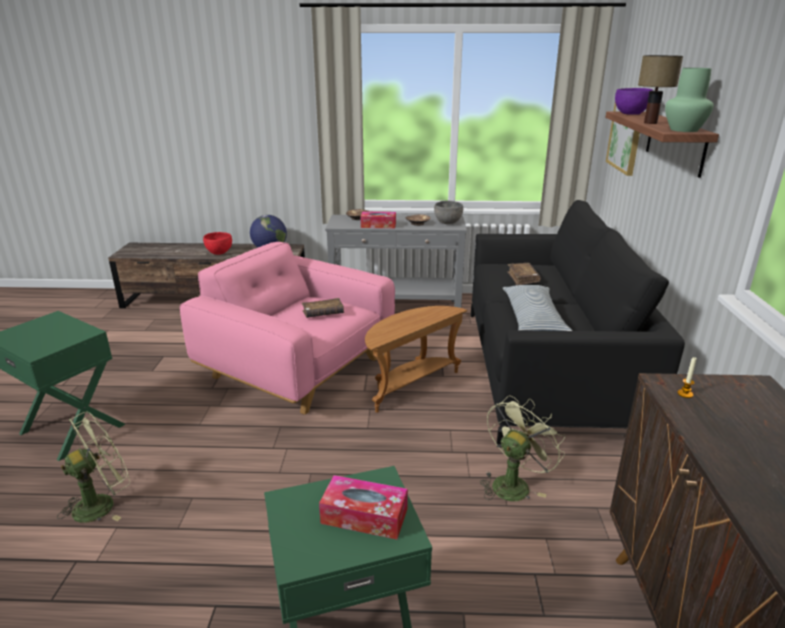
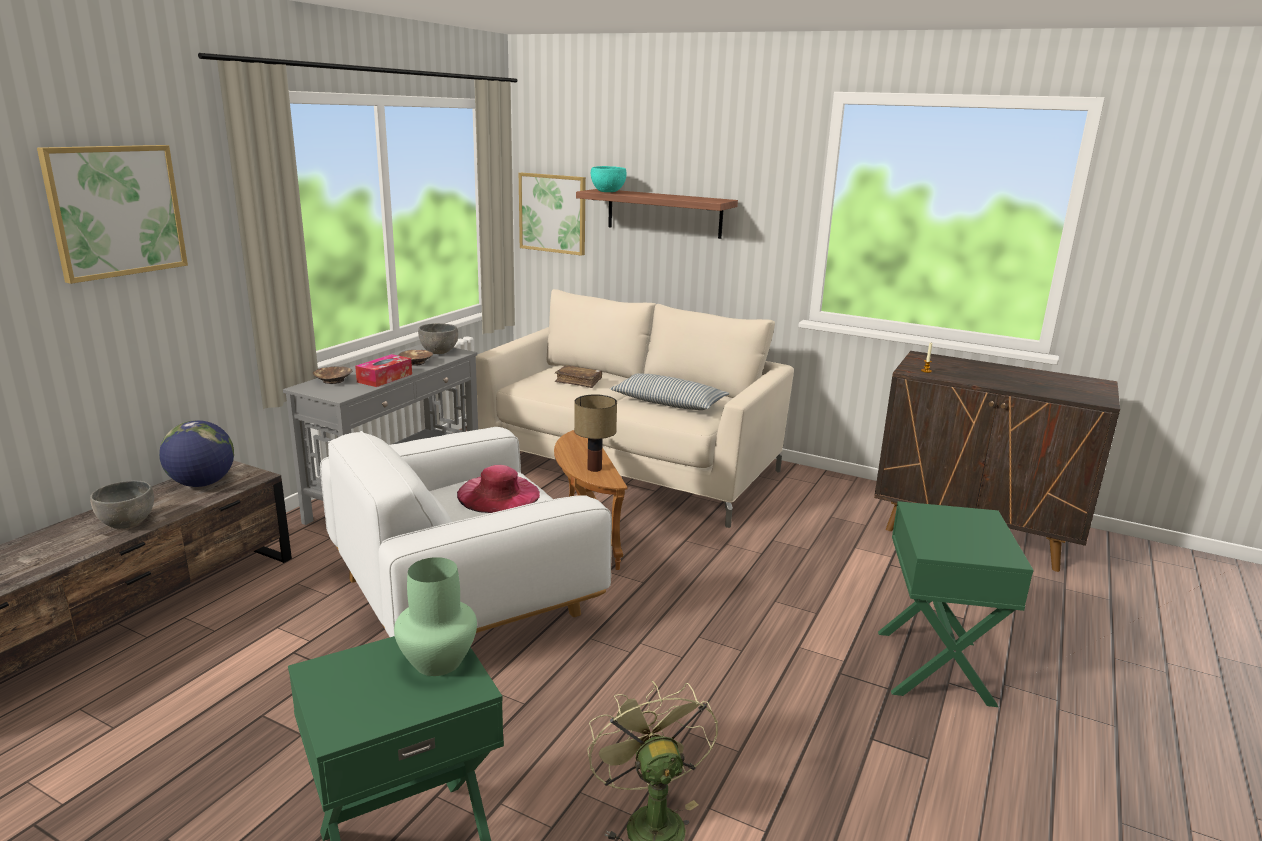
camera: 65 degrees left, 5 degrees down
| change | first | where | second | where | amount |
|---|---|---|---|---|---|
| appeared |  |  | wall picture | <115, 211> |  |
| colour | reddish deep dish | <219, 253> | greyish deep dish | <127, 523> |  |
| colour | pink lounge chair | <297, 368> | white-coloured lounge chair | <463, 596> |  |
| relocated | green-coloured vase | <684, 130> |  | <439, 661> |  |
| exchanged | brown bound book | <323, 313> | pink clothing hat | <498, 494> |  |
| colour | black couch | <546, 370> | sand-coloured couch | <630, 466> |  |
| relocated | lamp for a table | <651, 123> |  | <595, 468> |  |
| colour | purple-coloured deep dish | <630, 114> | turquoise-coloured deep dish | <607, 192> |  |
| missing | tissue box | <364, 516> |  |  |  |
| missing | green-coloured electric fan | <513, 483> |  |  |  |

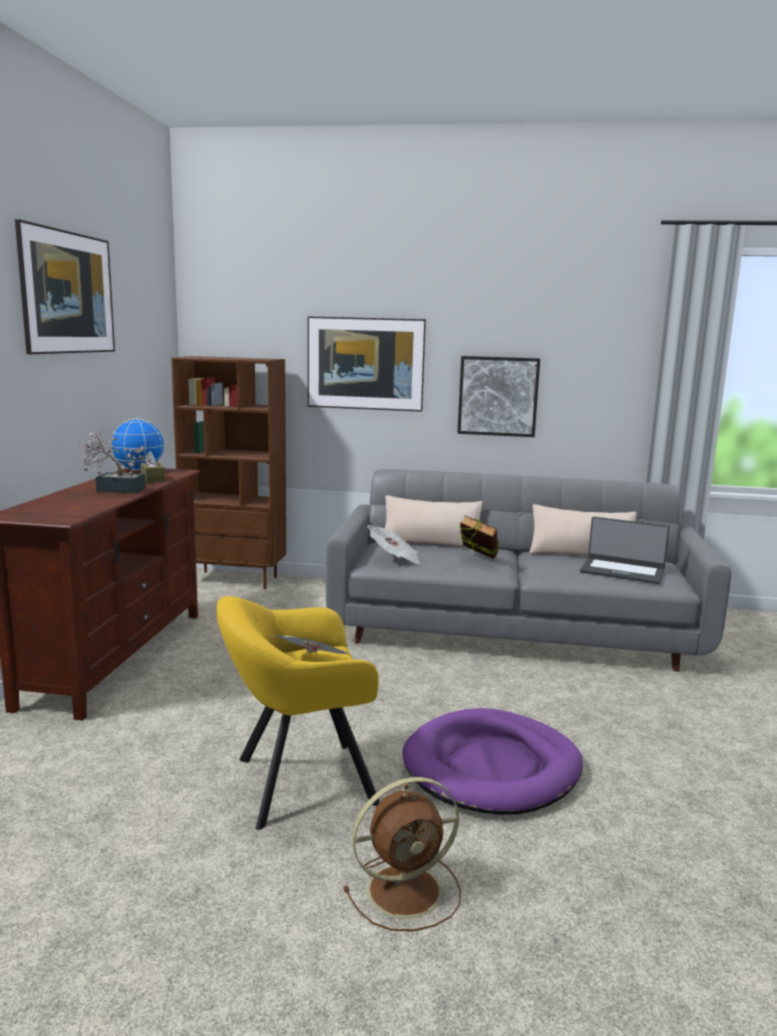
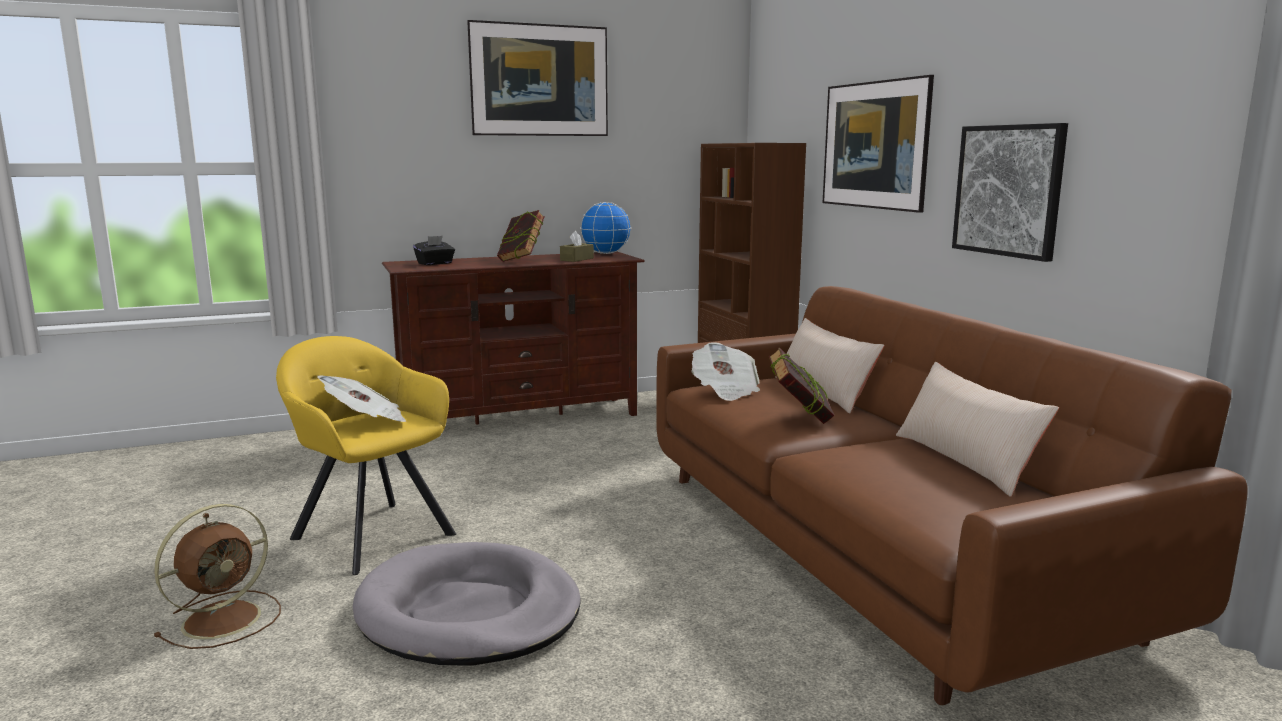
camera: 60 degrees right, 0 degrees up
| change | first | where | second | where | amount |
|---|---|---|---|---|---|
| spun | brown electric fan | <407, 890> |  | <225, 618> | 90 degrees counterclockwise |
| colour | purple-coloured pet bed | <492, 767> | greyish pet bed | <468, 612> |  |
| appeared |  |  | black tissue box | <435, 263> |  |
| exchanged | houseplant | <116, 489> | bound book | <521, 260> |  |
| colour | greyish couch | <513, 628> | brown couch | <872, 547> |  |
| missing | laptop | <622, 571> |  |  |  |

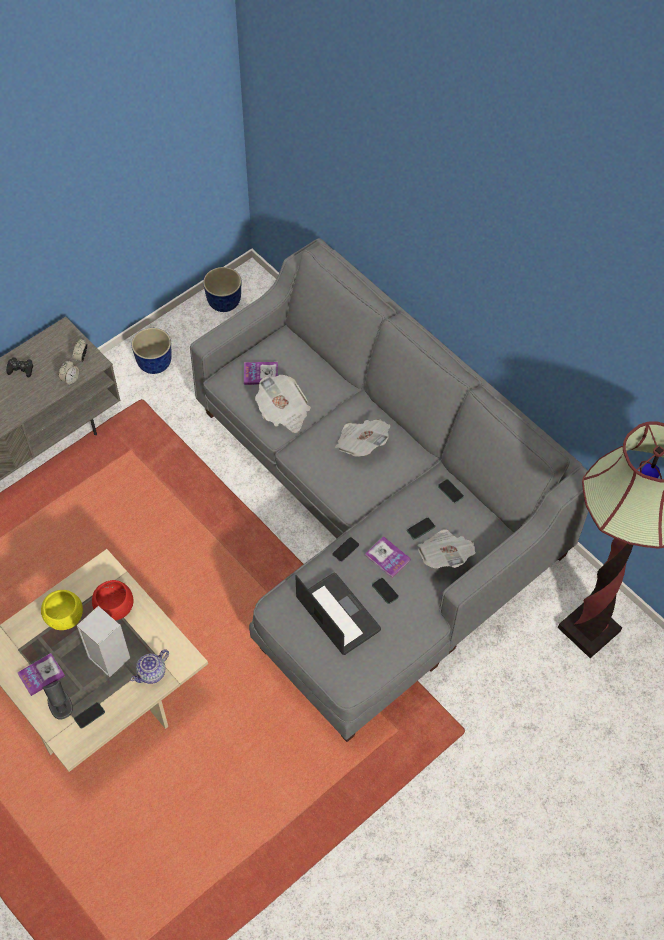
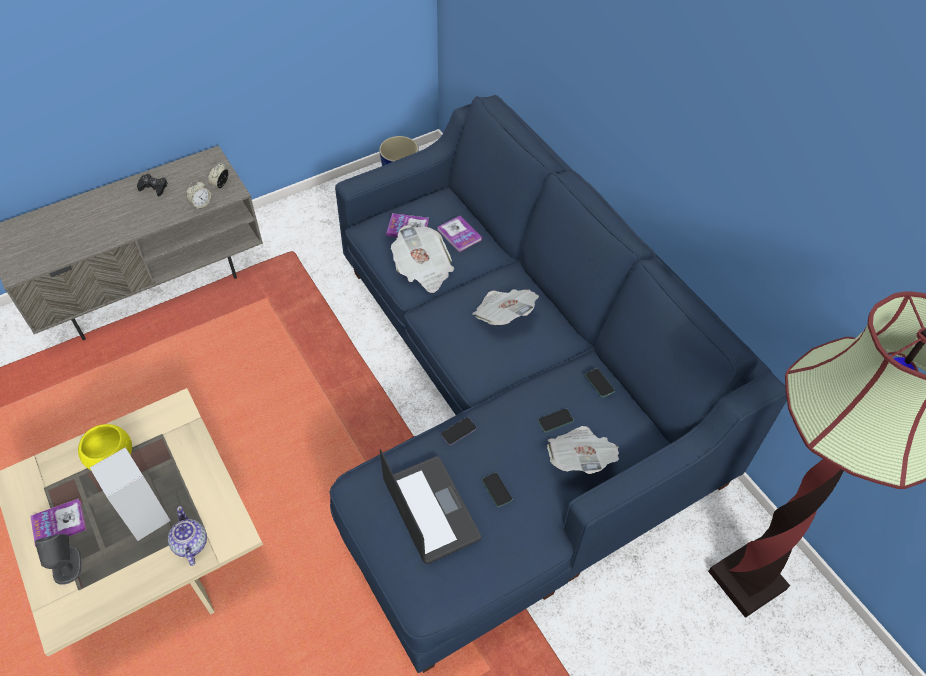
camera: 10 degrees right, 5 degrees down
| change | first | where | second | where | amount |
|---|---|---|---|---|---|
| spun | teapot | <152, 673> |  | <190, 544> | 105 degrees clockwise |
| colour | greyish couch | <371, 518> | blue couch | <507, 408> |  |
| relocated | bound book | <387, 557> |  | <459, 234> |  |
| missing | handset | <89, 715> |  |  |  |
| missing | reddish deep dish | <114, 607> |  |  |  |
| missing | plant pot | <154, 363> |  |  |  |

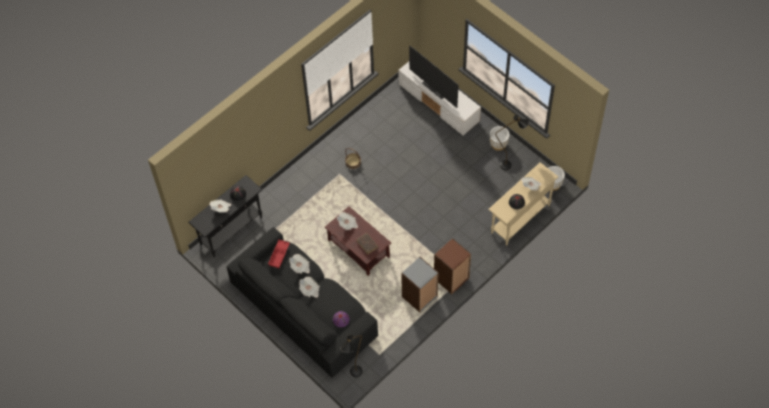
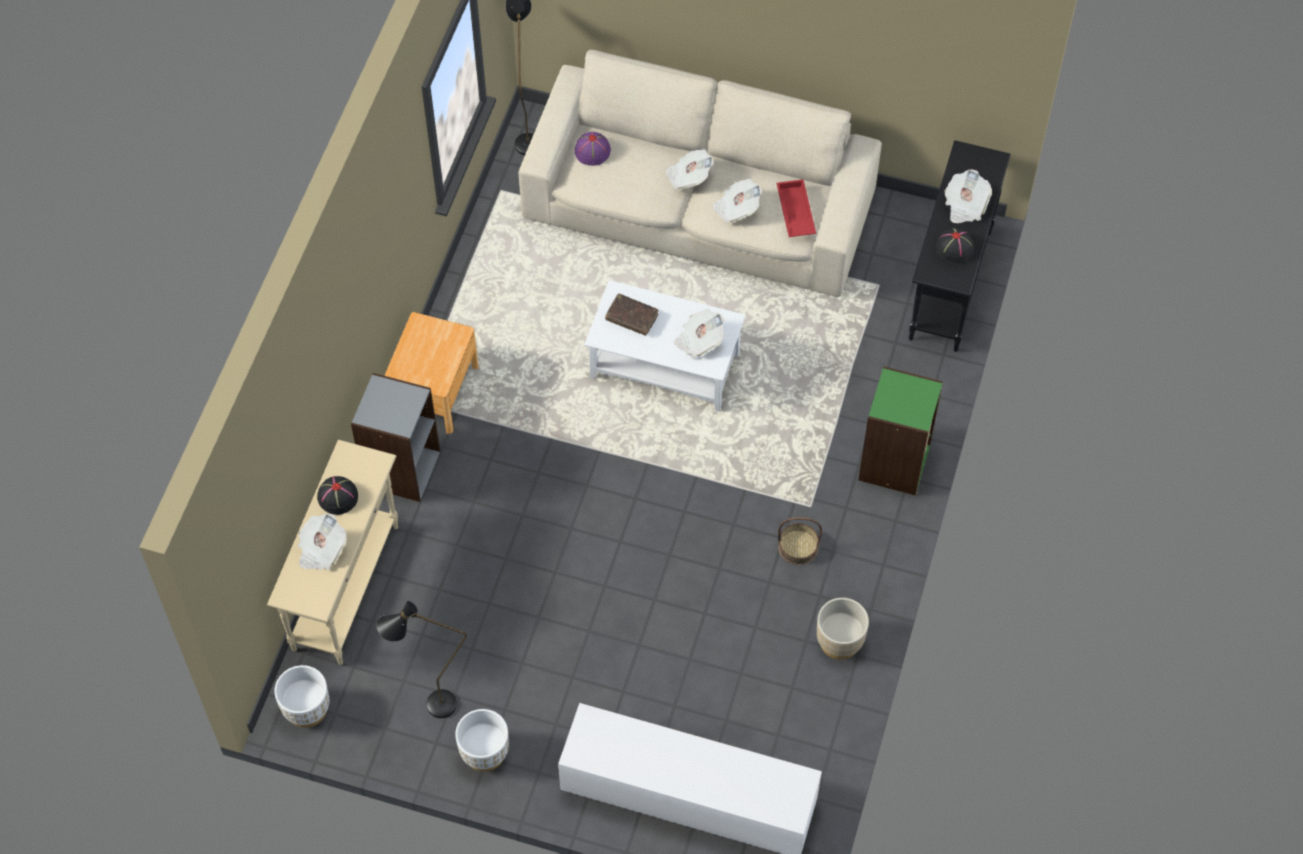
camera: 150 degrees right, 0 degrees up
| change | first | where | second | where | amount |
|---|---|---|---|---|---|
| relocated | greyish bookshelf | <420, 297> |  | <401, 468> |  |
| exchanged | brown bookshelf | <451, 278> | brown bedside table | <434, 391> |  |
| colour | black couch | <304, 308> | sand-coloured couch | <698, 208> |  |
| colour | brown low table | <358, 248> | white-coloured low table | <666, 366> |  |
| appeared |  |  | sand-coloured plant pot | <840, 641> |  |
| appeared |  |  | green-coloured bookshelf | <895, 463> |  |
| missing | TV set | <433, 89> |  |  |  |

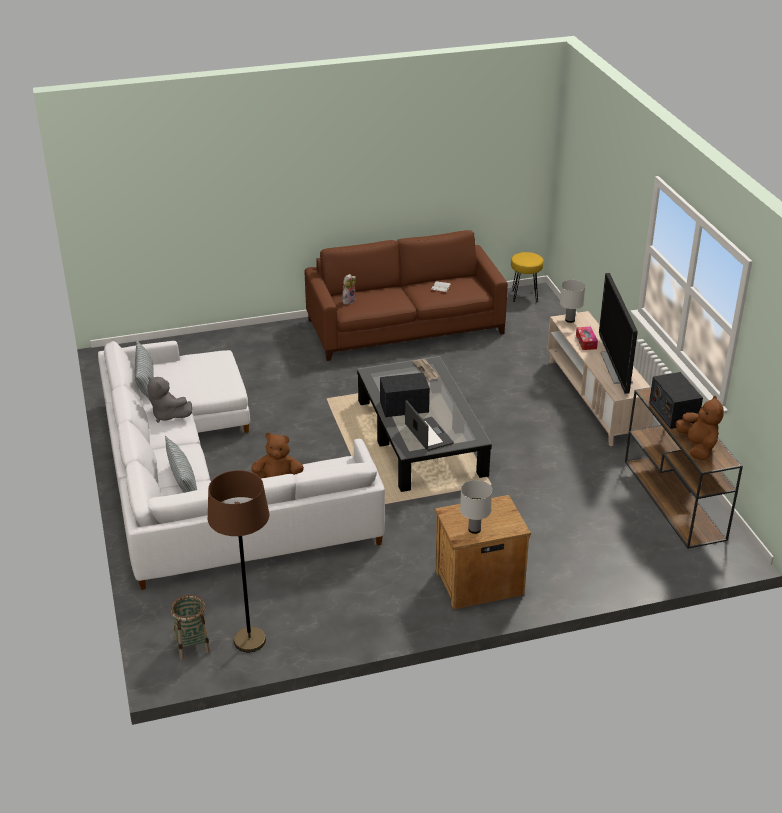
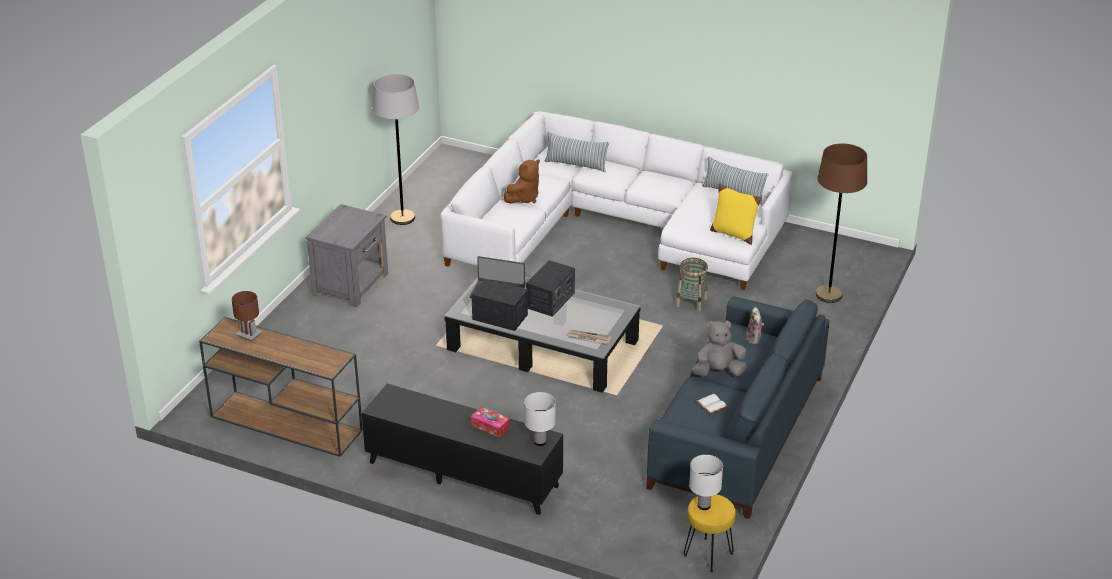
camera: 130 degrees right, 0 degrees up
| change | first | where | second | where | amount |
|---|---|---|---|---|---|
| exchanged | brown soft toy | <697, 447> | brown lamp for a table | <249, 335> |  |
| colour | brown bedside table | <477, 582> | greyish bedside table | <351, 284> |  |
| colour | sand-coloured media console | <595, 399> | black media console | <463, 474> |  |
| appeared |  |  | greyish standard lamp | <402, 218> |  |
| relocated | radio receiver | <673, 412> |  | <500, 317> |  |
| colour | brown couch | <406, 327> | blue couch | <736, 431> |  |
| relocated | household basket | <192, 645> |  | <691, 302> |  |
| relocated | white-coloured lamp for a table | <474, 529> |  | <703, 505> |  |
| relocated | greyish soft toy | <168, 415> |  | <718, 372> |  |
| appeared |  |  | yellowish cushion | <733, 234> |  |
| relocated | brown standard lamp | <249, 640> |  | <829, 295> |  |
| missing | TV set | <616, 367> |  |  |  |

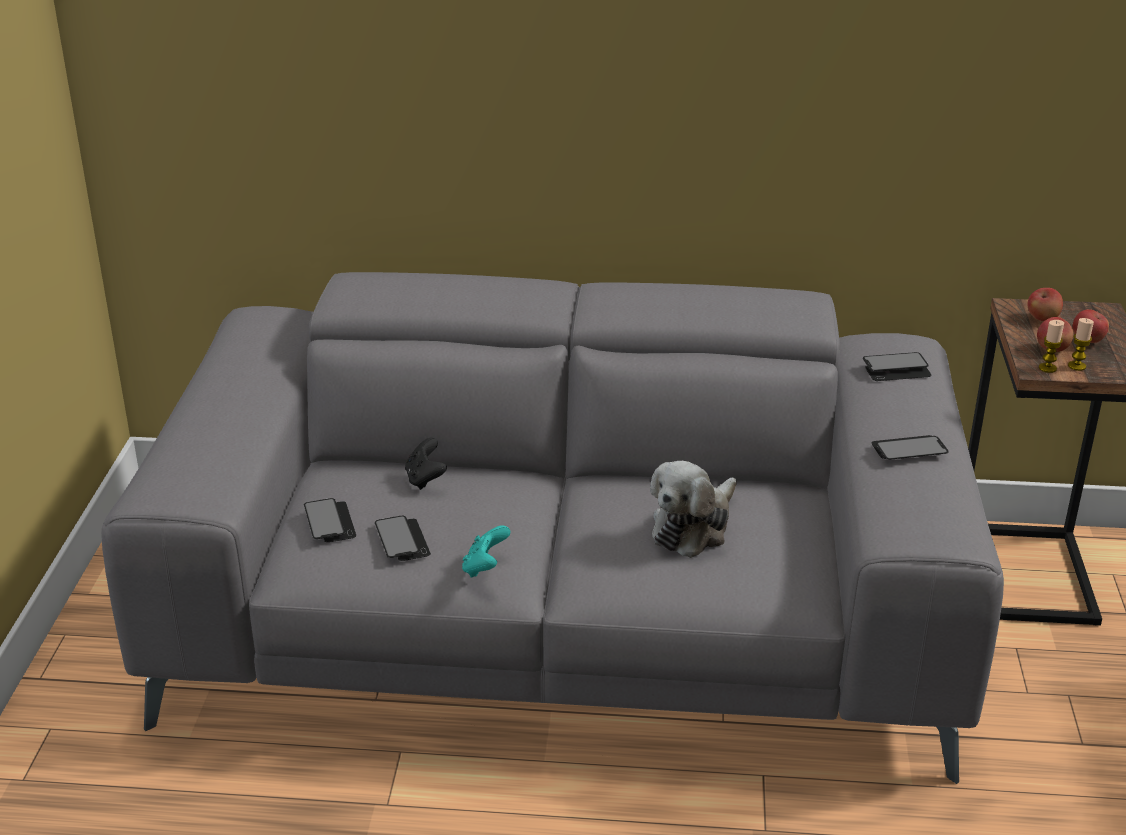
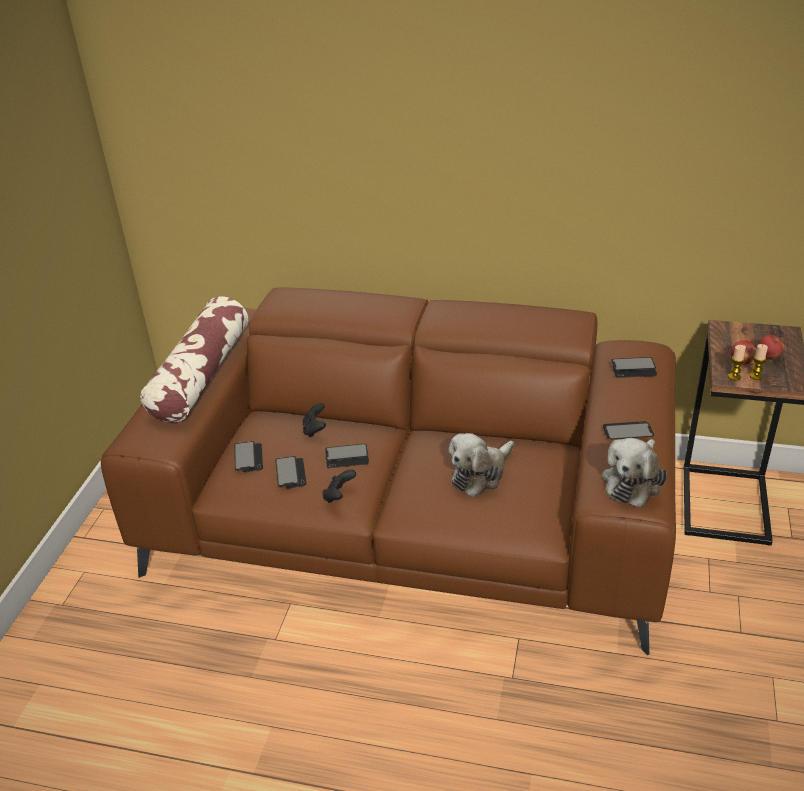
camera: 10 degrees right, 5 degrees up
| change | first | where | second | where | amount |
|---|---|---|---|---|---|
| colour | greyish couch | <564, 619> | brown couch | <410, 518> |  |
| appeared |  |  | cushion | <201, 375> |  |
| colour | turquoise-coloured gamepad | <485, 568> | black gamepad | <339, 496> |  |
| appeared |  |  | handset | <347, 457> |  |
| appeared |  |  | soft toy | <633, 481> |  |
| missing | apple | <1042, 318> |  |  |  |

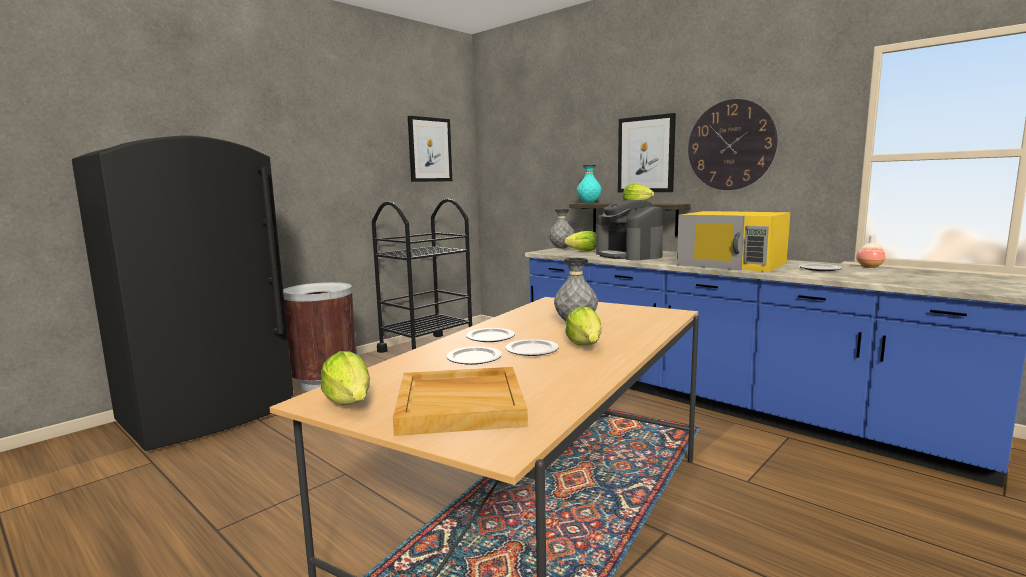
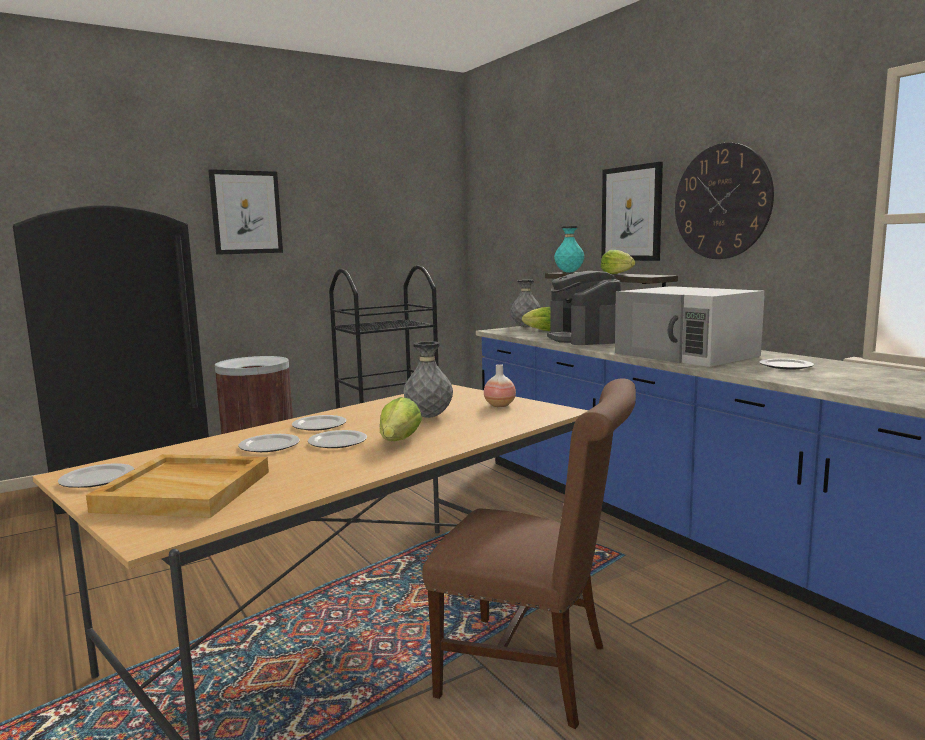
camera: 15 degrees right, 0 degrees up
| change | first | where | second | where | amount |
|---|---|---|---|---|---|
| exchanged | lettuce | <350, 402> | plate | <98, 478> |  |
| relocated | wall picture | <429, 150> |  | <246, 212> |  |
| appeared |  |  | brown plain chair | <535, 671> |  |
| relocated | vase | <869, 267> |  | <499, 405> |  |
| colour | yellowish microwave | <732, 264> | white-coloured microwave | <687, 354> |  |

